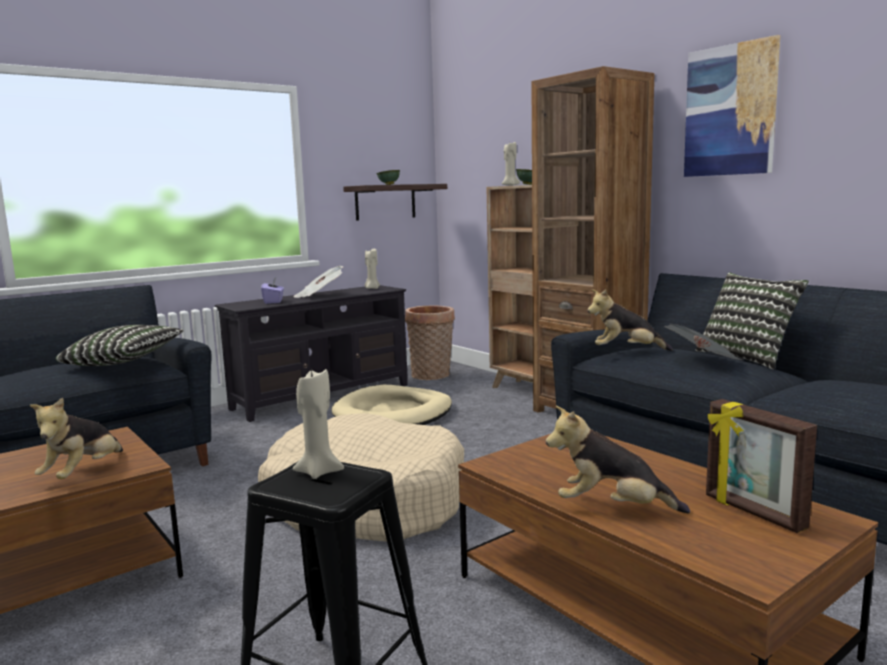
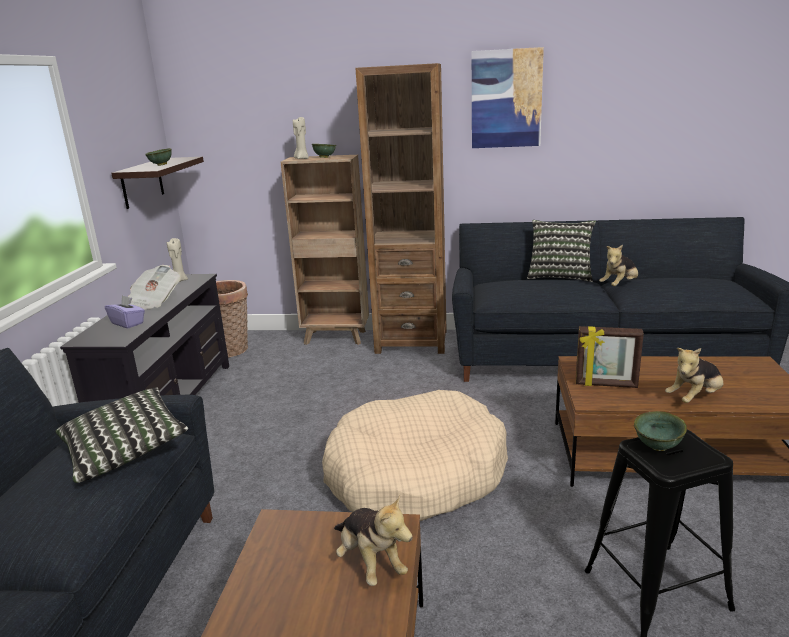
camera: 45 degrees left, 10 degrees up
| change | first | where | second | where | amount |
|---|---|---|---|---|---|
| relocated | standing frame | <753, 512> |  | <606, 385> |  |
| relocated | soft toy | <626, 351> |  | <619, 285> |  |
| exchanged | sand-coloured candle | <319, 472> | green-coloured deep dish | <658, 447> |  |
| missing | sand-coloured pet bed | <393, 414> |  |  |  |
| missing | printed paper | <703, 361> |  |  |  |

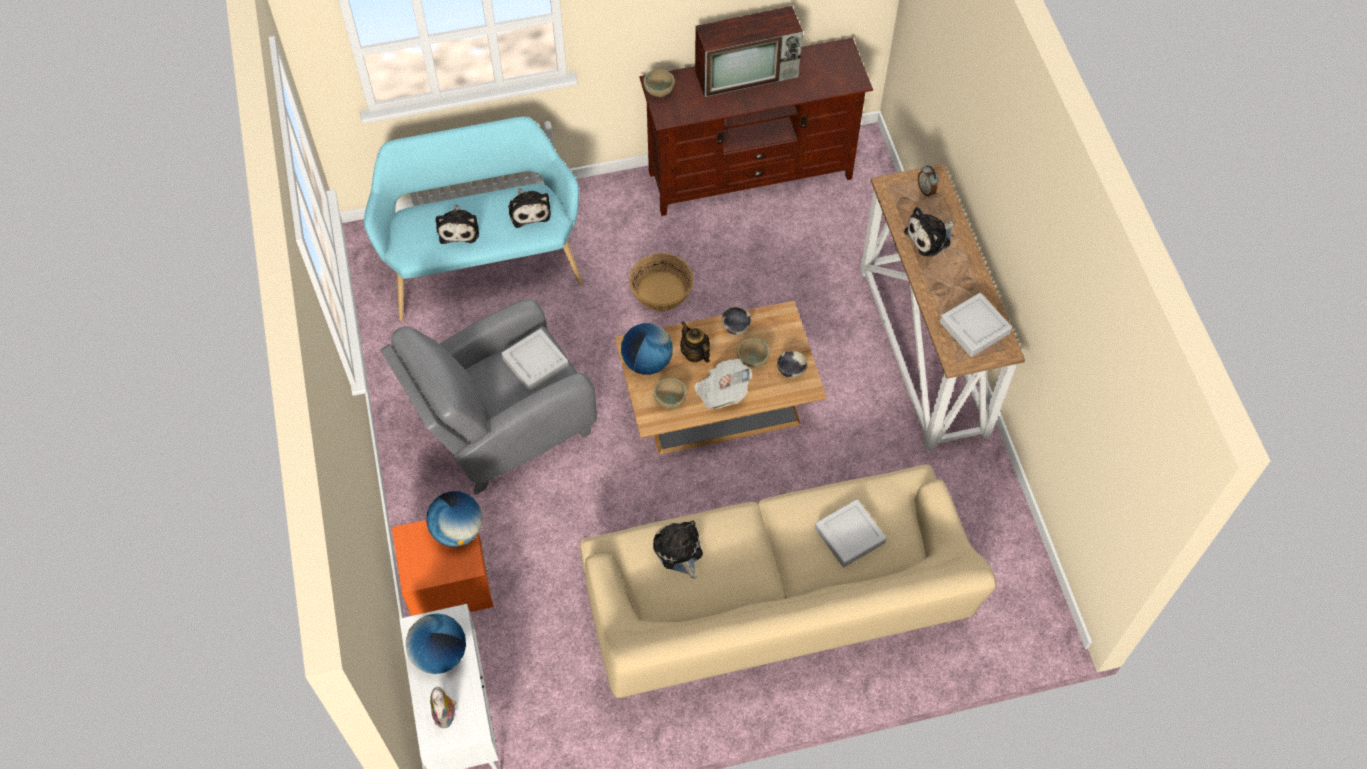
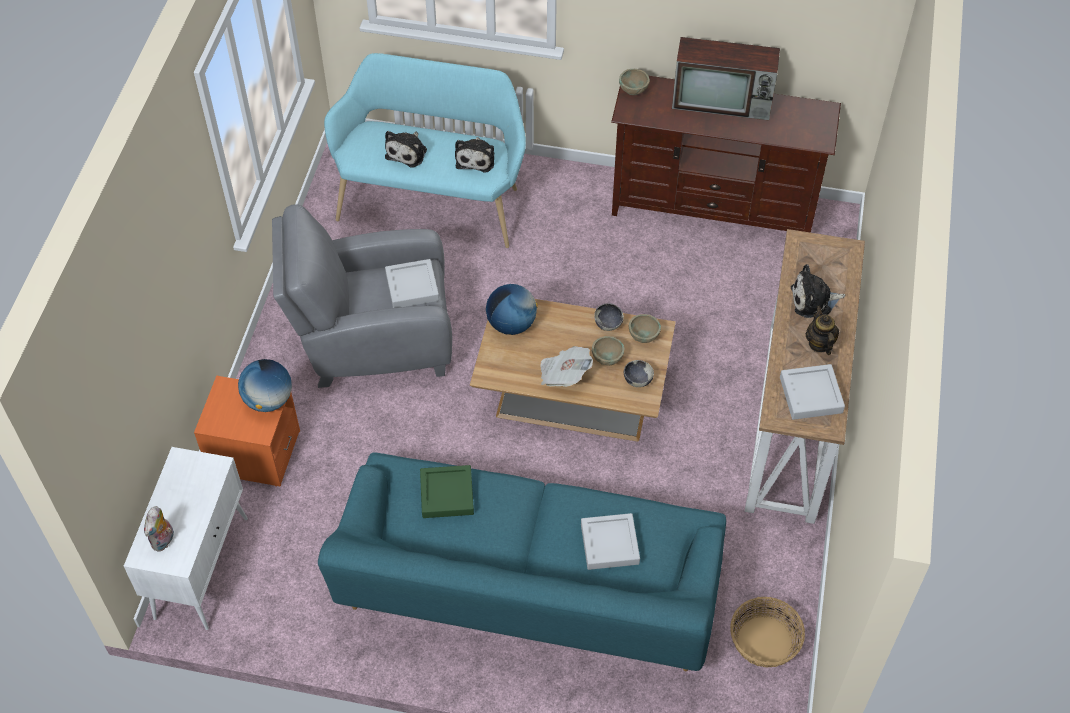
camera: 25 degrees right, 5 degrees down
| change | first | where | second | where | amount |
|---|---|---|---|---|---|
| colour | sand-coloured couch | <776, 604> | turquoise-coloured couch | <528, 588> |  |
| exchanged | soft toy | <678, 551> | green-coloured serving tray | <447, 494> |  |
| relocated | sand-coloured deep dish | <670, 400> |  | <643, 336> |  |
| relocated | household basket | <661, 292> |  | <764, 642> |  |
| relocated | teapot | <694, 353> |  | <819, 344> |  |
| missing | globe | <440, 654> |  |  |  |
| missing | bedside clock | <926, 190> |  |  |  |

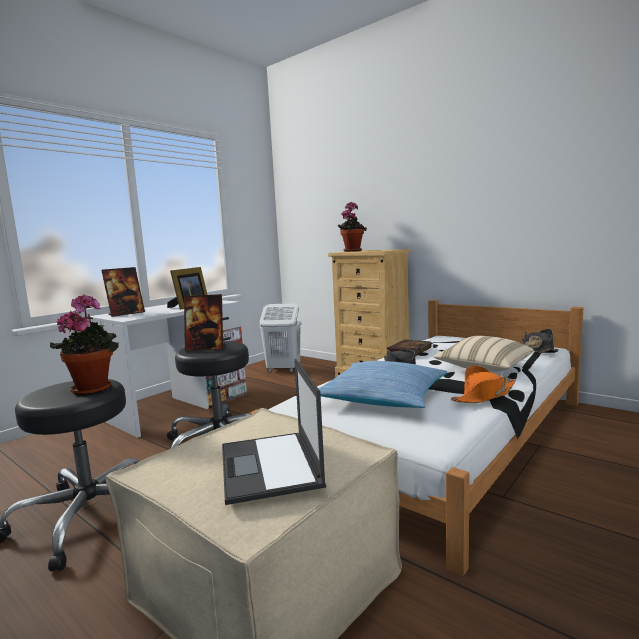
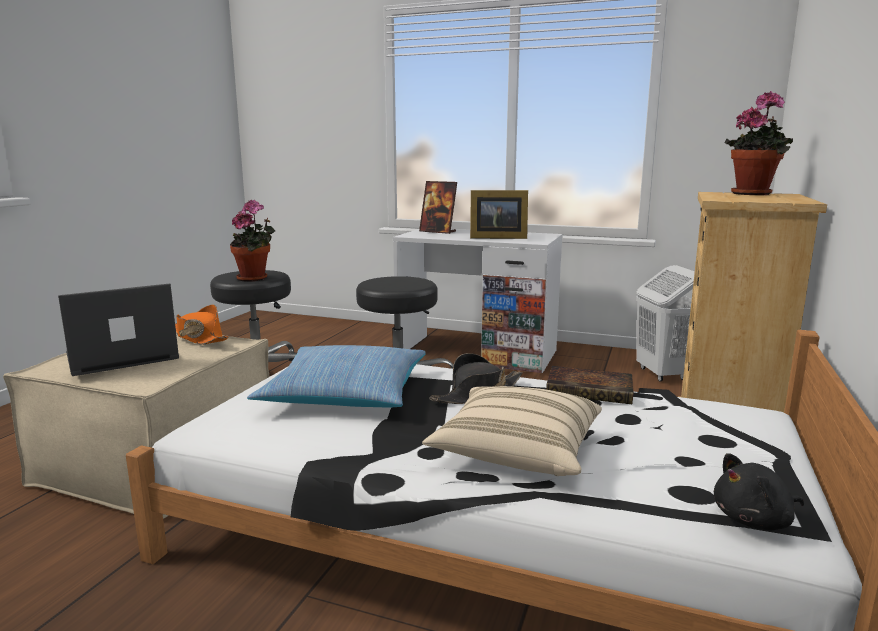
camera: 70 degrees right, 5 degrees up
| change | first | where | second | where | amount |
|---|---|---|---|---|---|
| relocated | orange-coloured clothing hat | <484, 396> |  | <200, 337> |  |
| exchanged | black clothing hat | <538, 349> | black soft toy | <755, 520> |  |
| missing | standing frame | <206, 348> |  |  |  |

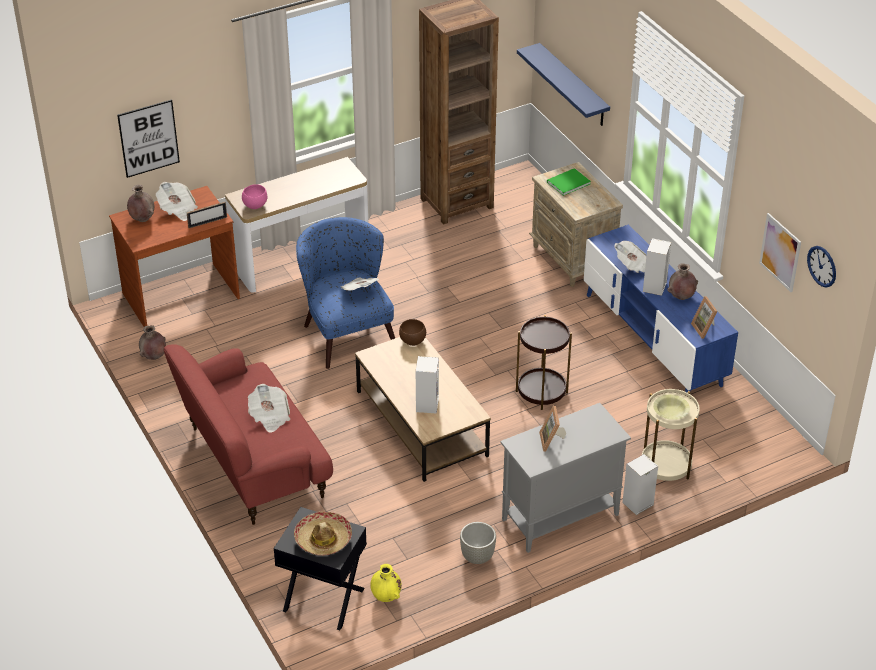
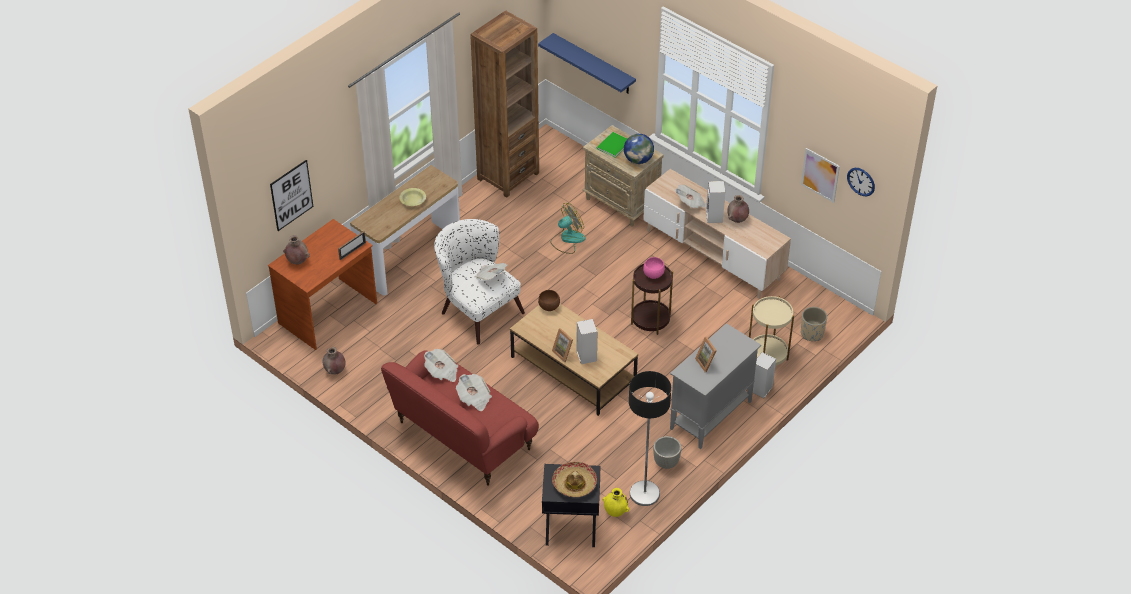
camera: 20 degrees left, 5 degrees up
| change | first | where | second | where | amount |
|---|---|---|---|---|---|
| relocated | yellowish deep dish | <670, 412> |  | <413, 200> |  |
| relocated | printed paper | <177, 210> |  | <442, 372> |  |
| colour | blue lounge chair | <346, 331> | white-coloured lounge chair | <477, 308> |  |
| appeared |  |  | electric fan | <567, 239> |  |
| relocated | standing frame | <705, 329> |  | <564, 353> |  |
| appeared |  |  | globe | <638, 160> |  |
| appeared |  |  | standard lamp | <644, 494> |  |
| colour | blue media console | <653, 339> | sand-coloured media console | <713, 255> |  |
| relocated | pink deep dish | <254, 205> |  | <653, 274> |  |
| appeared |  |  | sand-coloured plant pot | <812, 333> |  |

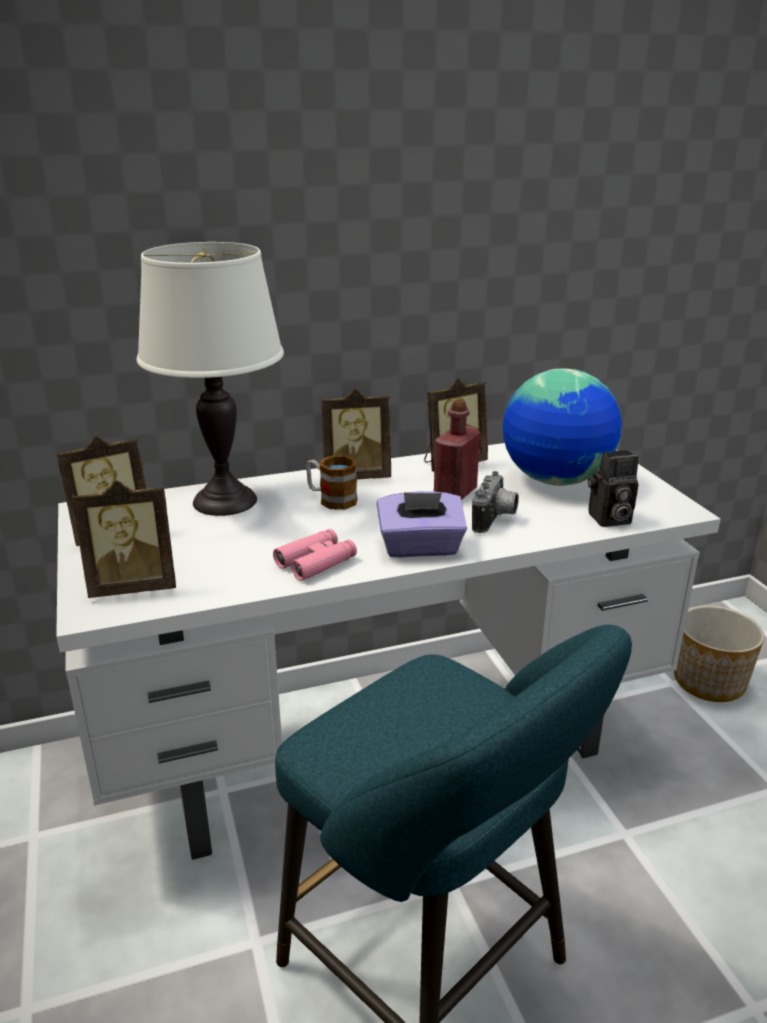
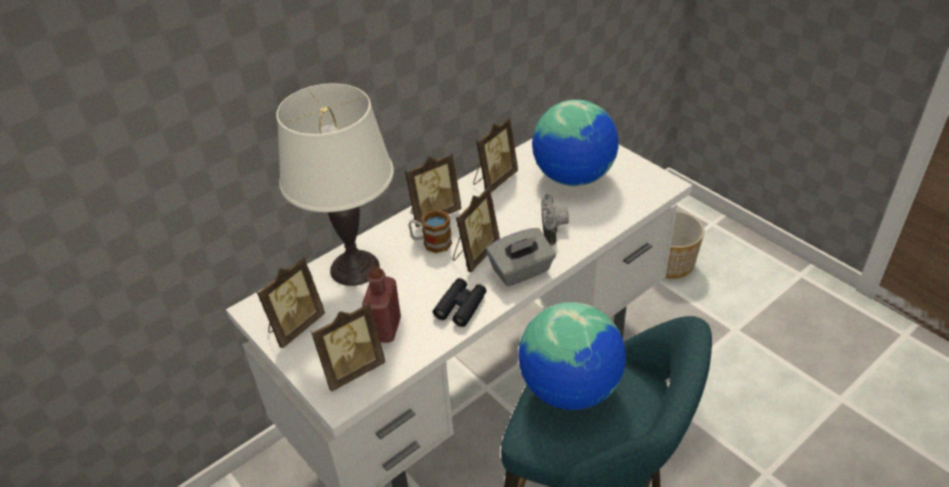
camera: 20 degrees left, 15 degrees up
| change | first | where | second | where | amount |
|---|---|---|---|---|---|
| relocated | reddish drink bottle | <455, 493> |  | <385, 329> |  |
| colour | pink binoculars | <316, 562> | black binoculars | <461, 306> |  |
| appeared |  |  | standing frame | <474, 254> |  |
| colour | purple-coloured tissue box | <420, 548> | greyish tissue box | <521, 271> |  |
| appeared |  |  | globe | <570, 389> |  |
| missing | still camera | <608, 519> |  |  |  |

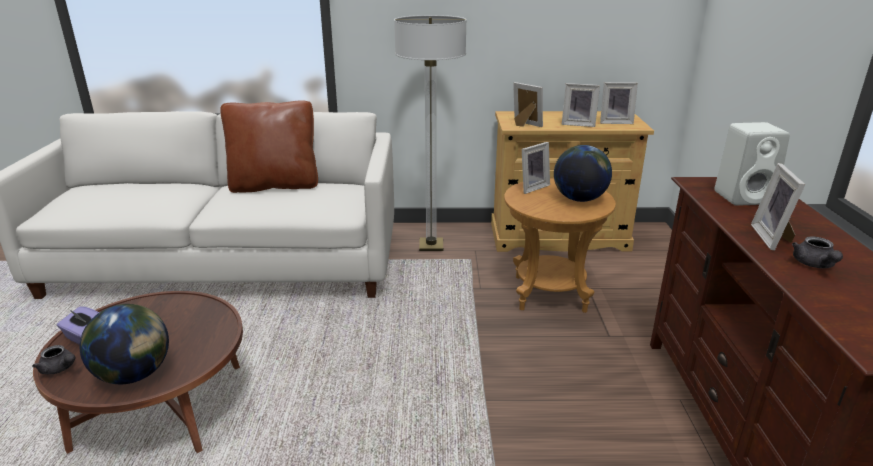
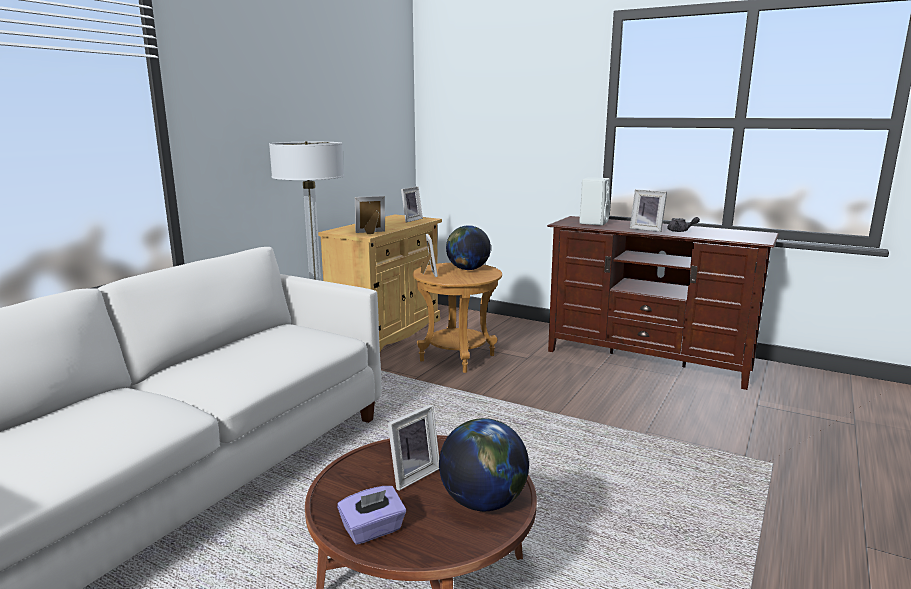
camera: 60 degrees left, 10 degrees down
| change | first | where | second | where | amount |
|---|---|---|---|---|---|
| relocated | standing frame | <578, 124> |  | <412, 474> |  |
| missing | greyish teapot | <60, 369> |  |  |  |
| missing | brown cushion | <275, 185> |  |  |  |

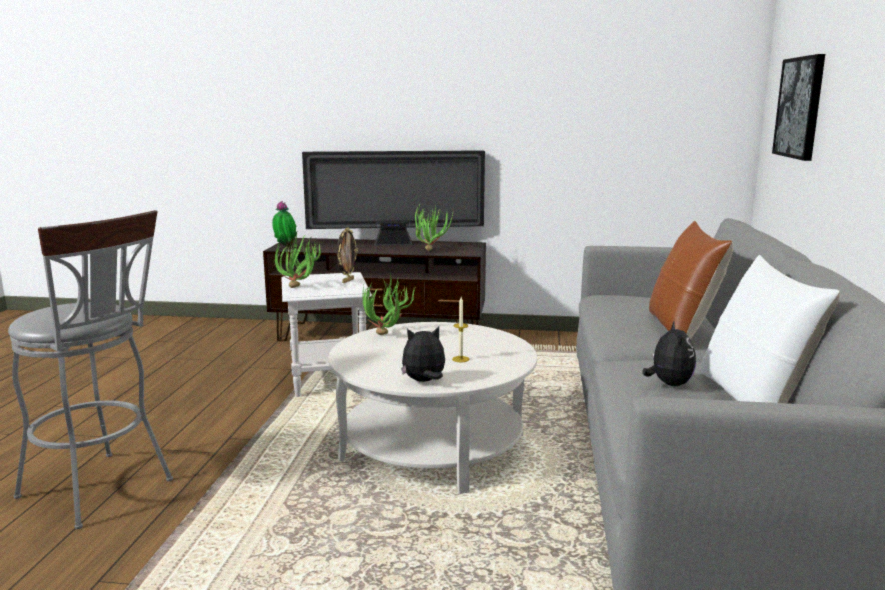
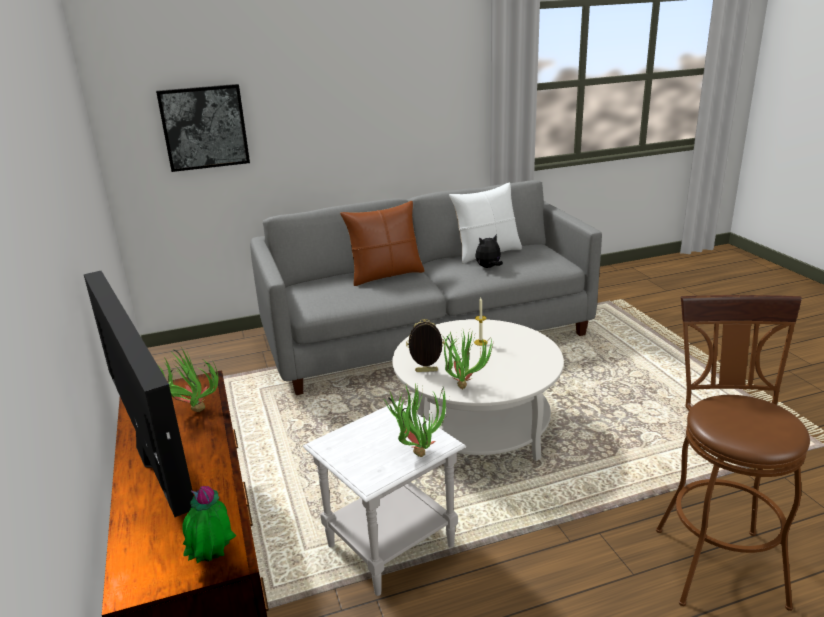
camera: 115 degrees left, 10 degrees up
| change | first | where | second | where | amount |
|---|---|---|---|---|---|
| relocated | standing frame | <347, 281> |  | <426, 371> |  |
| colour | greyish stool seat | <103, 491> | brown stool seat | <715, 557> |  |
| missing | soft toy | <424, 381> |  |  |  |

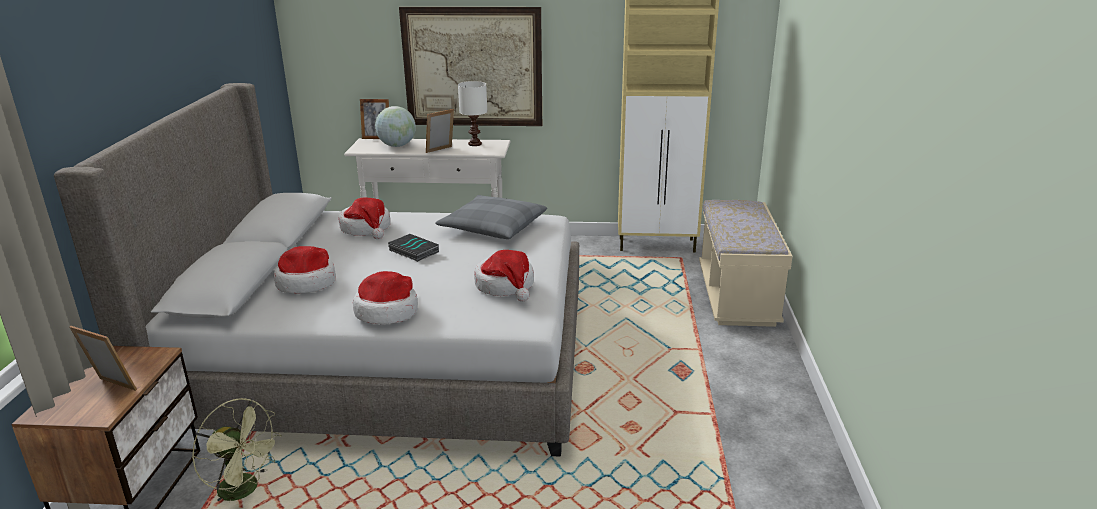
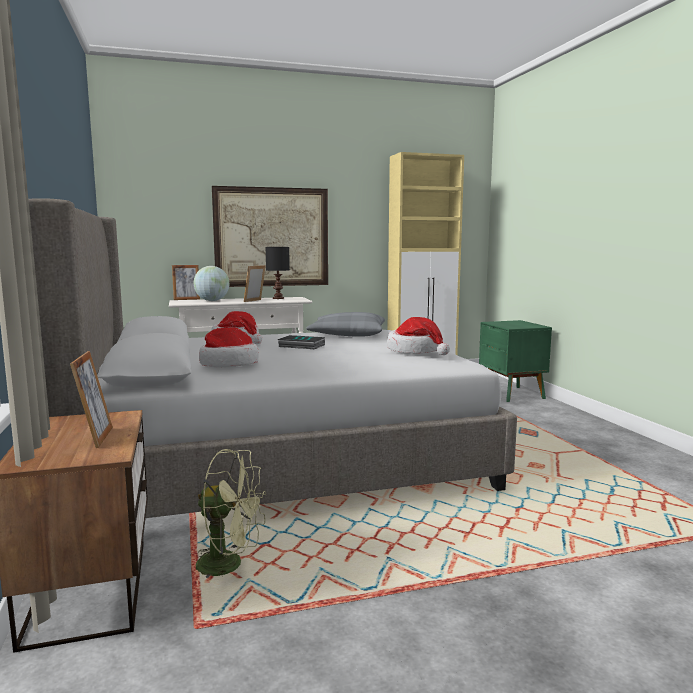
camera: 20 degrees left, 15 degrees down
| change | first | where | second | where | amount |
|---|---|---|---|---|---|
| spun | standing frame | <112, 387> |  | <96, 438> | 75 degrees clockwise |
| colour | white-coloured lamp for a table | <474, 144> | black lamp for a table | <278, 298> |  |
| exchanged | sand-coloured long seat | <737, 297> | green-coloured bedside table | <512, 394> |  |
| missing | clothing hat | <387, 311> |  |  |  |

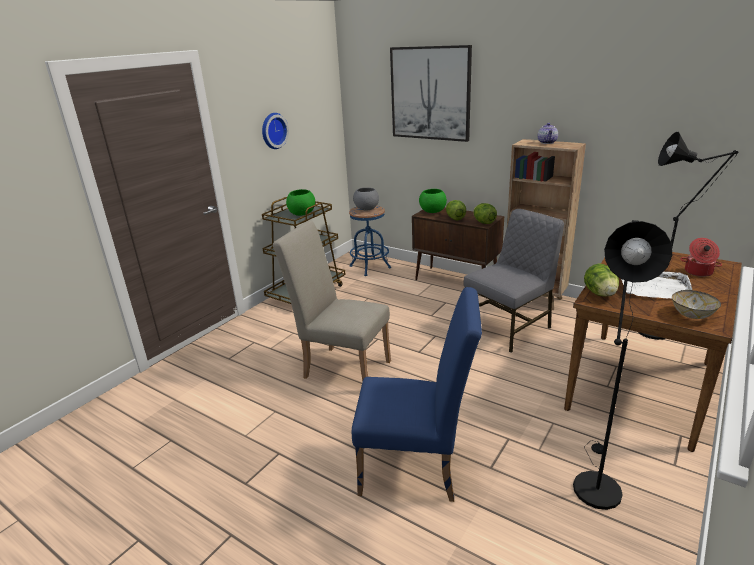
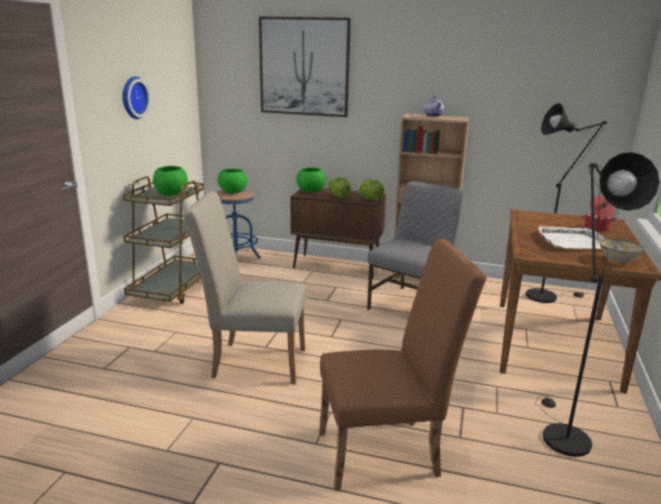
camera: 20 degrees left, 5 degrees down
| change | first | where | second | where | amount |
|---|---|---|---|---|---|
| colour | greyish deep dish | <366, 209> | green-coloured deep dish | <232, 192> |  |
| colour | blue plain chair | <417, 470> | brown plain chair | <387, 452> |  |
| missing | lettuce | <600, 294> |  |  |  |

